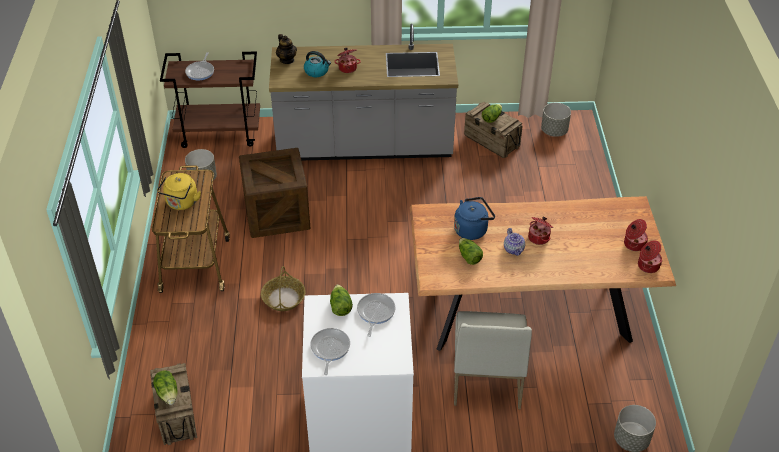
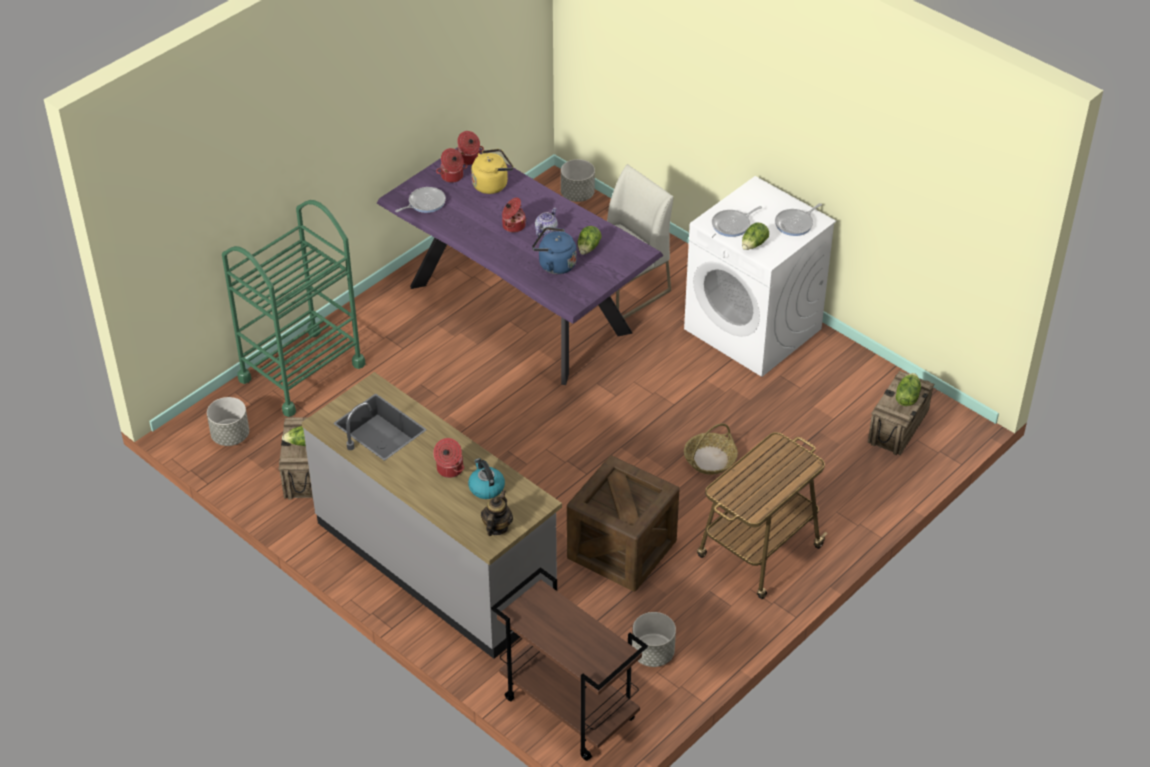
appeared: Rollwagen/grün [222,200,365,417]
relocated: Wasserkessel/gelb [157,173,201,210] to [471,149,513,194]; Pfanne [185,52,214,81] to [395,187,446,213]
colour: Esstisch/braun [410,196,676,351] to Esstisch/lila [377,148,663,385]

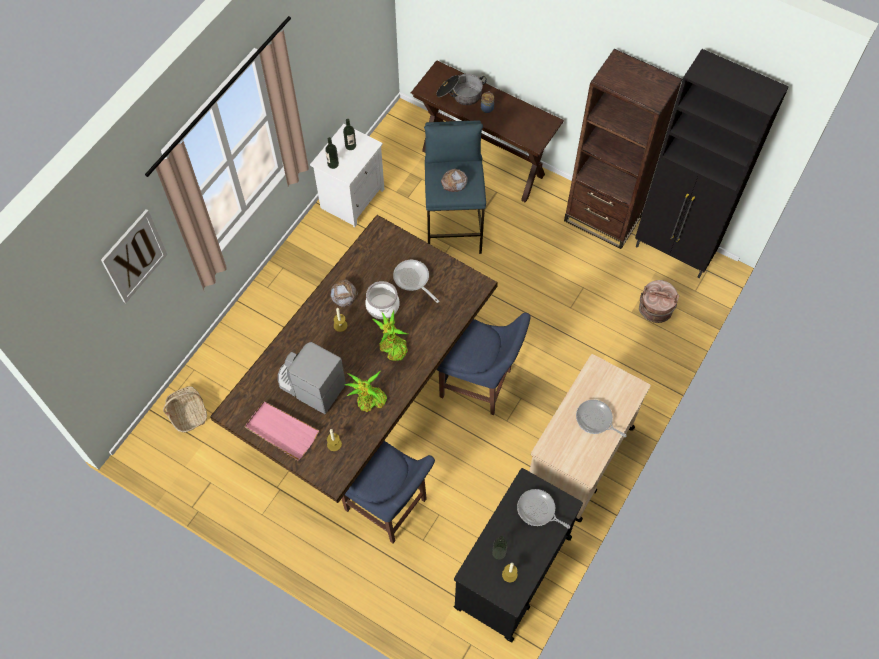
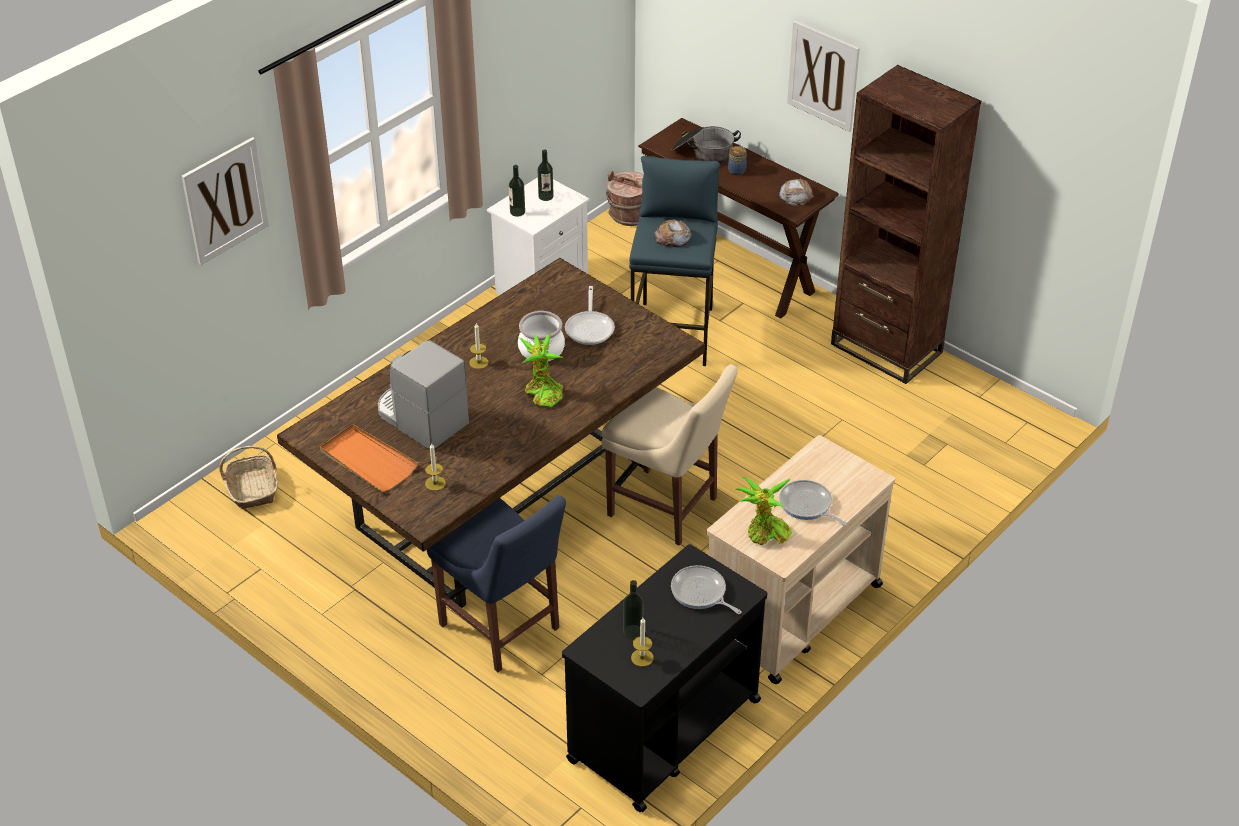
missing: Schrank/schwarz [635,49,789,278]
appeared: Bild [787,20,860,132]
relocated: Brot [330,279,358,307] to [779,178,814,206]; Topfpflanze [345,370,387,412] to [735,477,792,545]; Eimer/braun [639,280,679,323] to [606,171,644,226]
colour: Tablett/rosa [245,401,319,461] to Tablett/orange [320,424,418,492]; Stuhl/blau [437,313,531,415] to Stuhl/beige [602,365,738,546]
spun: Pfanne [393,260,439,303] = [565,286,615,345] 150 degrees counterclockwise

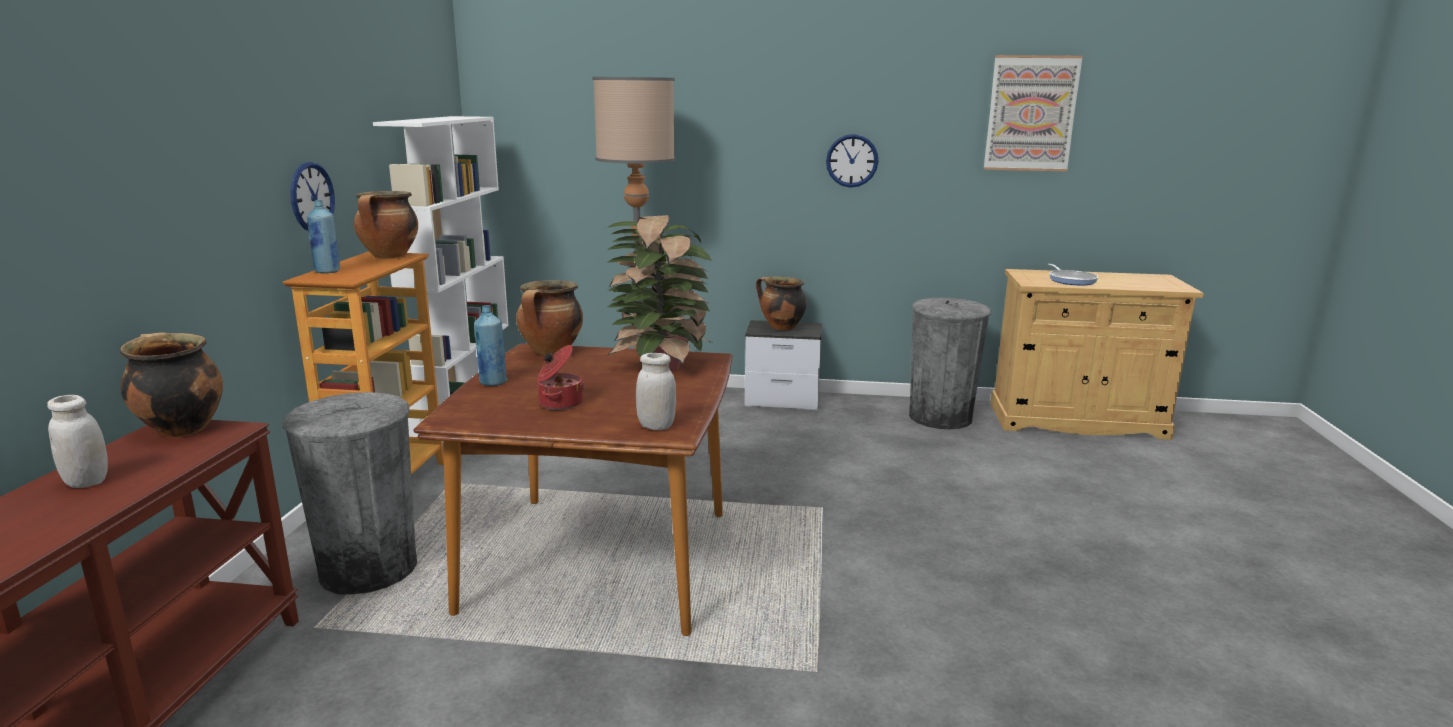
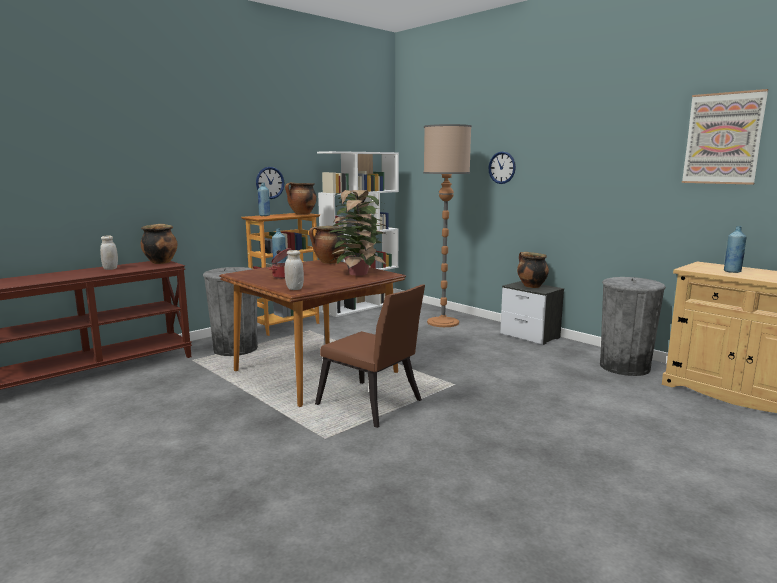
appeared: Stuhl/braun [315,284,425,428]
relocated: Wanduhr [826,134,879,188] to [489,151,516,184]
exchanged: Pfanne [1048,264,1098,285] to Flasche/blau [724,226,747,273]

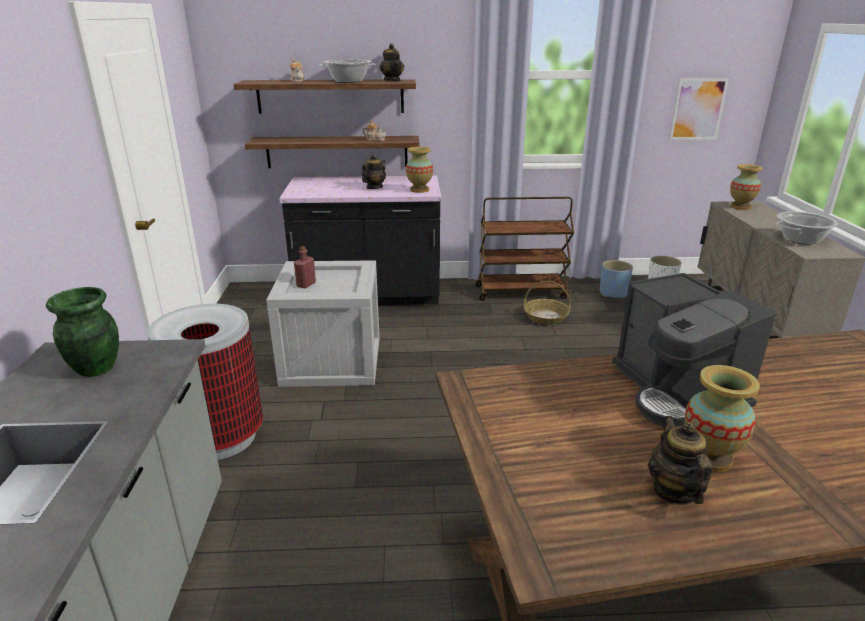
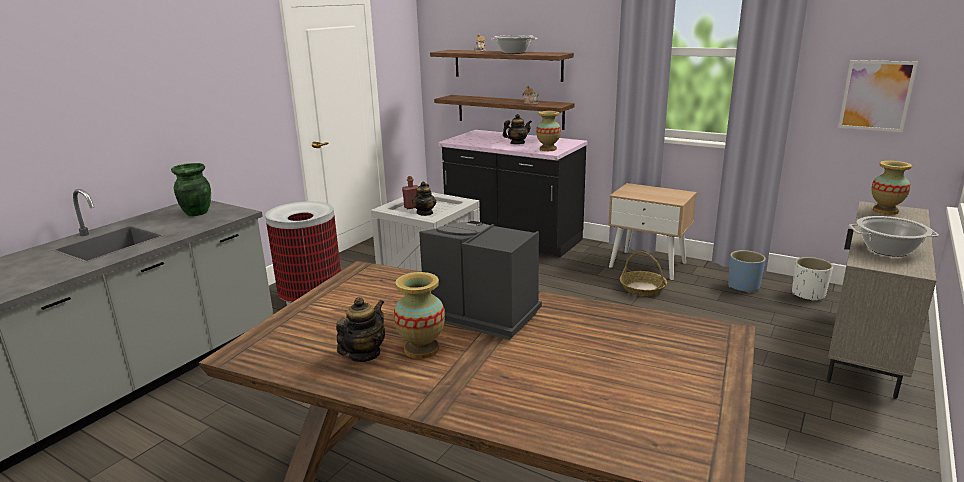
relocated: Teekanne [380,44,404,81] to [412,182,436,216]
exchanged: Rollwagen/braun [475,197,574,301] to Nachttisch/beige [608,183,697,280]
spun: Kaffeemaschine [612,273,776,427] = [419,221,542,340] 105 degrees clockwise

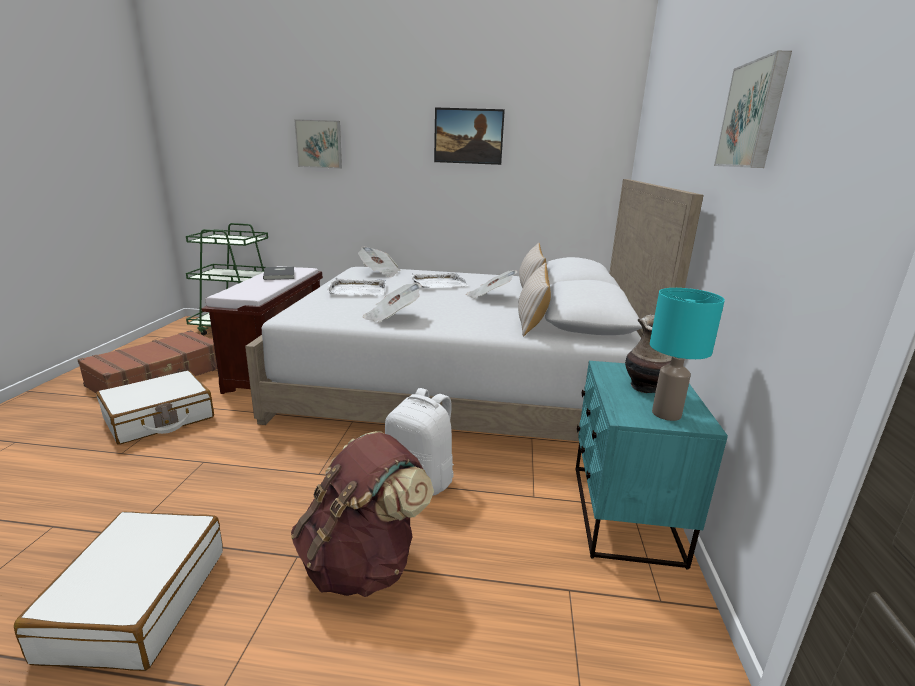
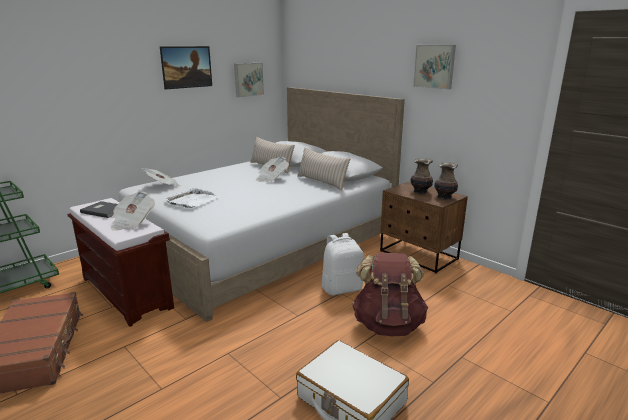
missing: Koffer/weiß [96,371,214,445]; Tablett/weiß [411,273,469,288]
relocated: Bild [294,119,342,169] to [234,63,264,97]; Zeitung [362,283,422,322] to [111,192,155,231]
exchanged: Tischlampe/türkis [650,288,725,421] to Vase [434,162,458,200]
colour: Nachttisch/türkis [576,361,728,570] to Nachttisch/braun [380,182,468,274]

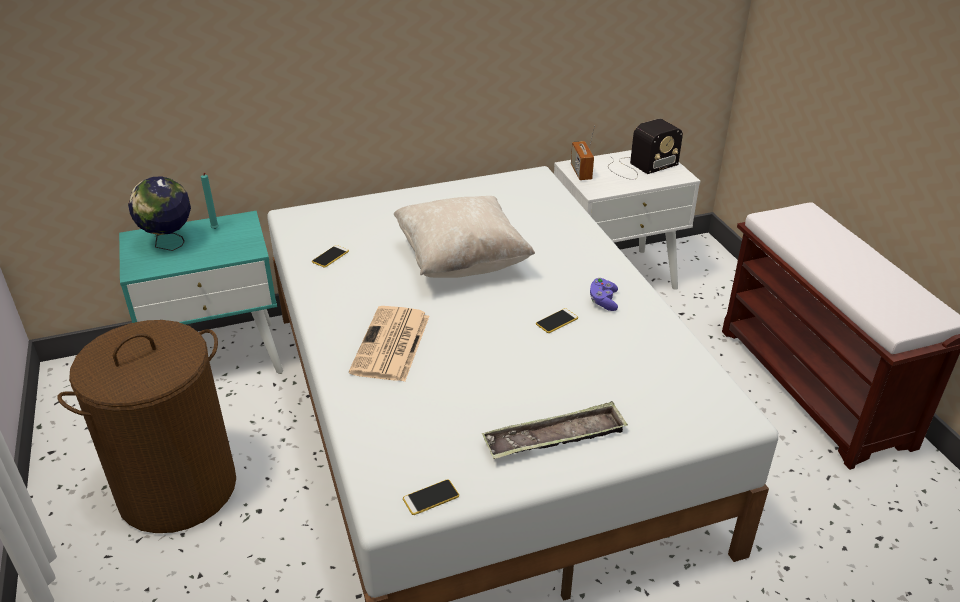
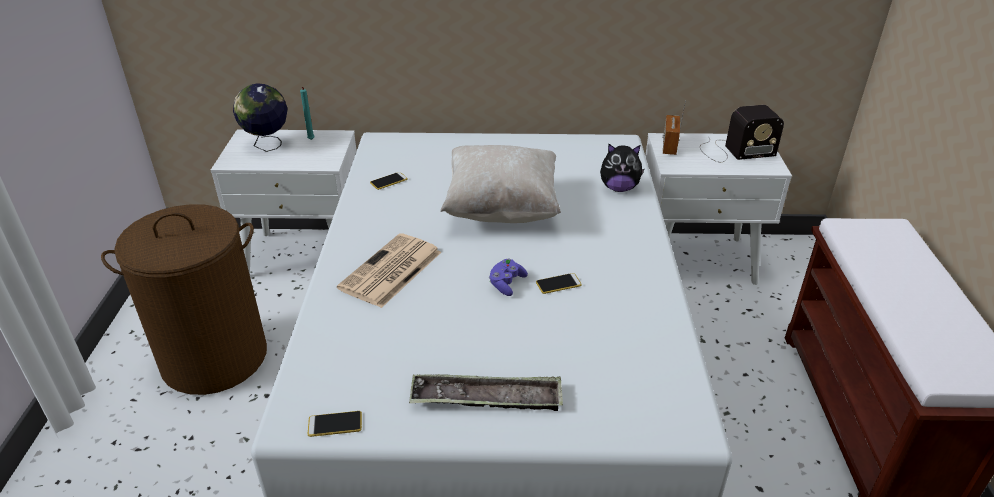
appeared: Plüschtier [600,144,645,192]
relocated: Gamepad/lila [590,278,618,311] to [489,259,528,296]
colour: Nachttisch/türkis [119,211,283,373] to Nachttisch/weiß [211,129,357,274]

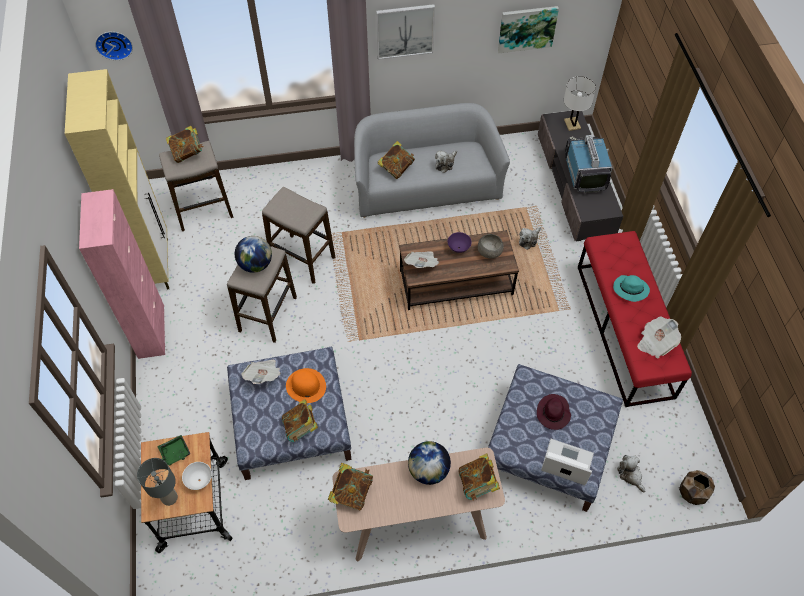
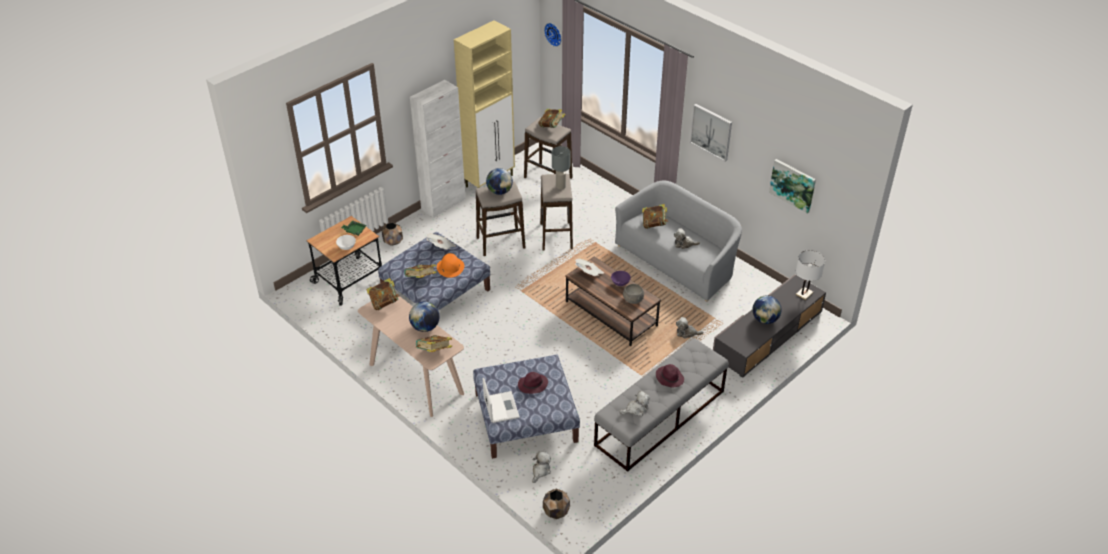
appeared: Pflanzkübel/braun [382,223,403,246]
relocated: Tischlampe/grau [137,458,178,506] to [552,146,571,190]
exchanged: Fernseher [565,135,612,193] to Globus [752,295,782,324]; Zeitung [637,316,681,358] to Plüschtier [620,391,650,416]
colour: Schrank/rosa [79,189,165,359] to Schrank/weiß [410,80,466,218]; Bank/rot [578,231,692,407] to Bank/grau [594,338,729,472]; Hut/türkis [613,275,650,302] to Hut/lila [656,364,684,387]

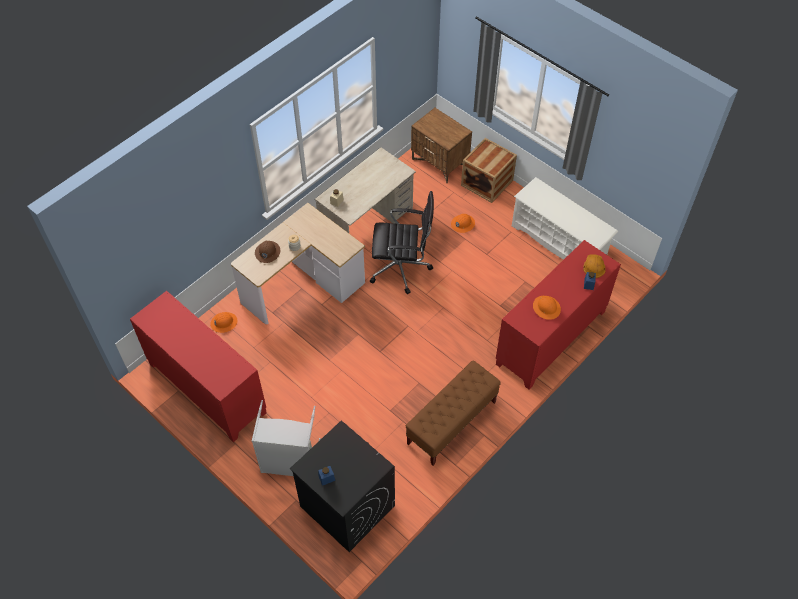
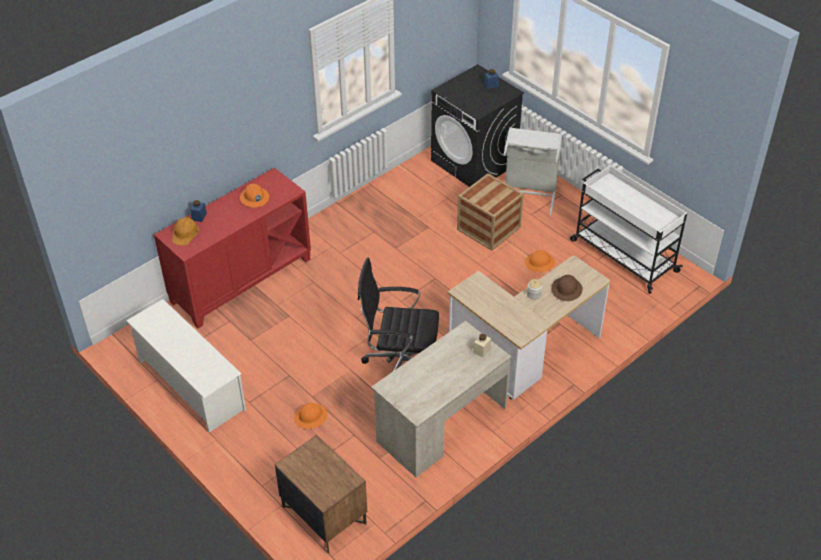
missing: Bank/braun [406,361,501,466]
relocated: Schutzhelm/orange [210,312,238,333] to [525,250,555,272]; Kiste [461,138,517,203] to [457,173,524,251]
exchanged: Schrank/rot [130,291,266,442] to Rollwagen/weiß [570,165,687,294]

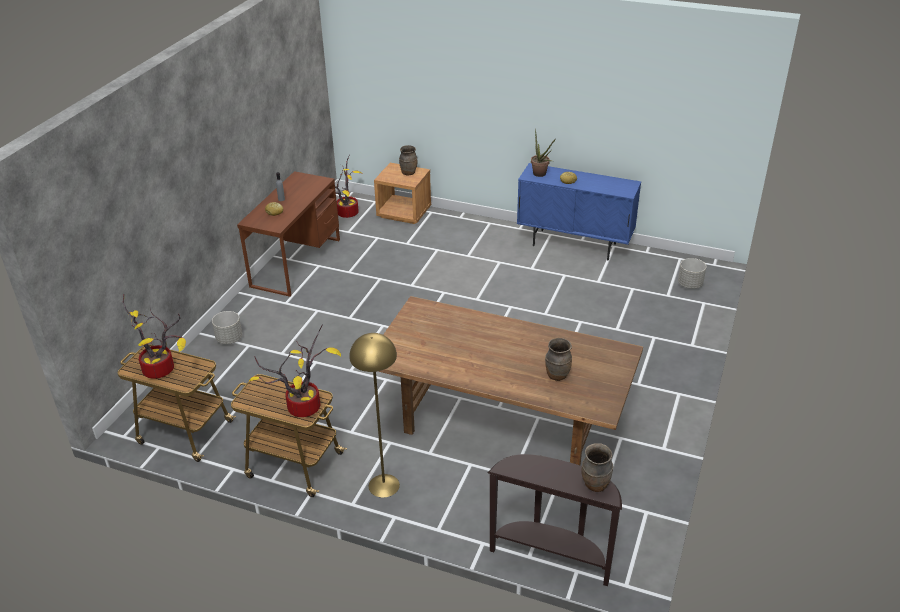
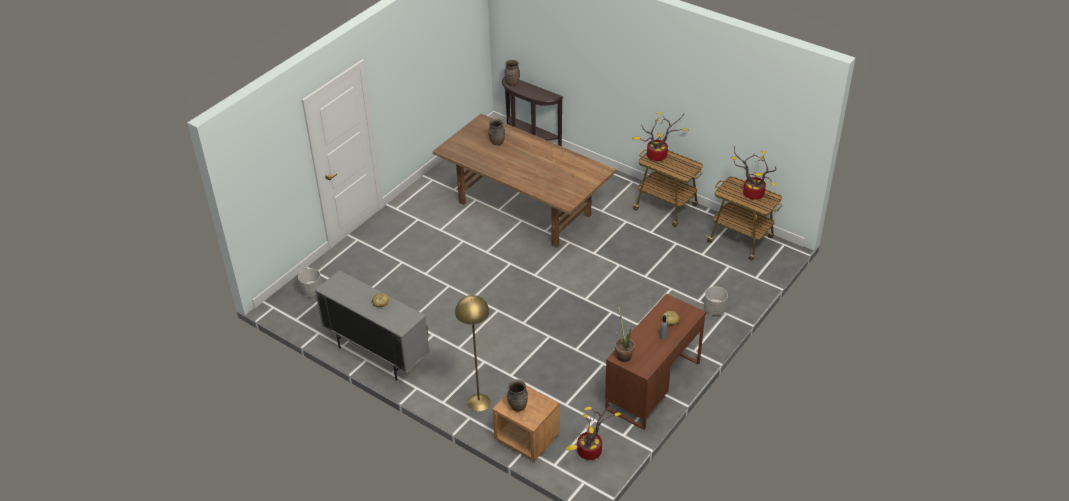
relocated: Stehlampe/gelb [349,333,400,498] to [455,295,491,411]; Topfpflanze [531,129,556,177] to [615,306,635,362]
colour: Schrank/blau [517,163,641,260] to Schrank/grau [315,270,430,381]

